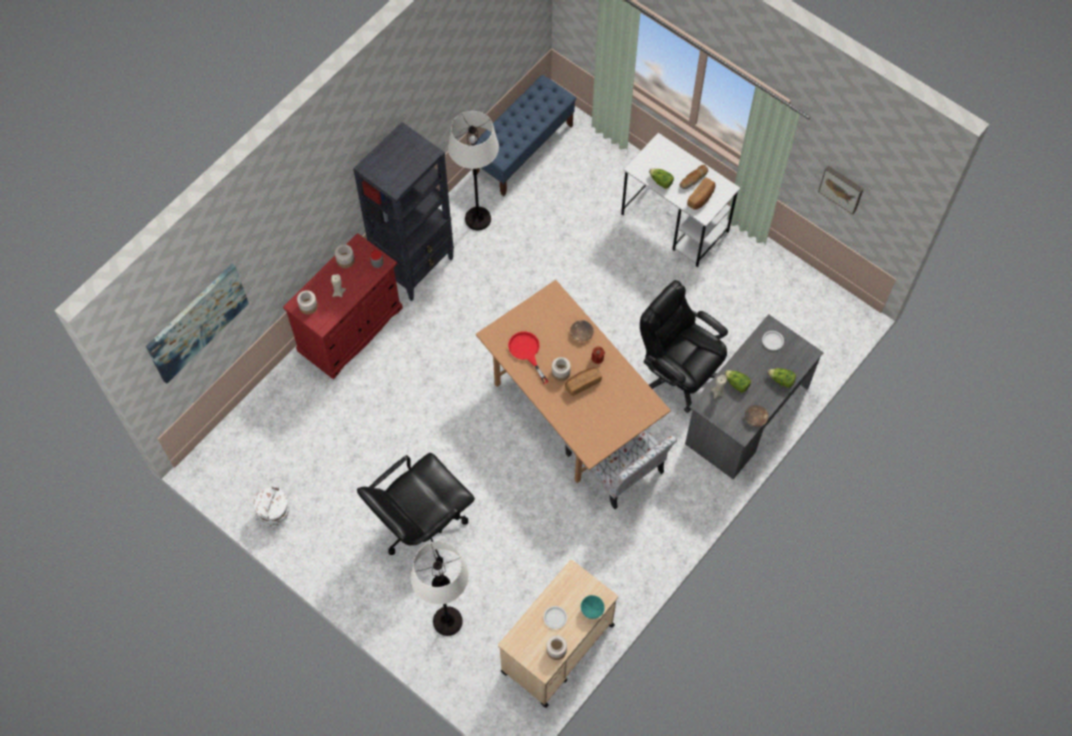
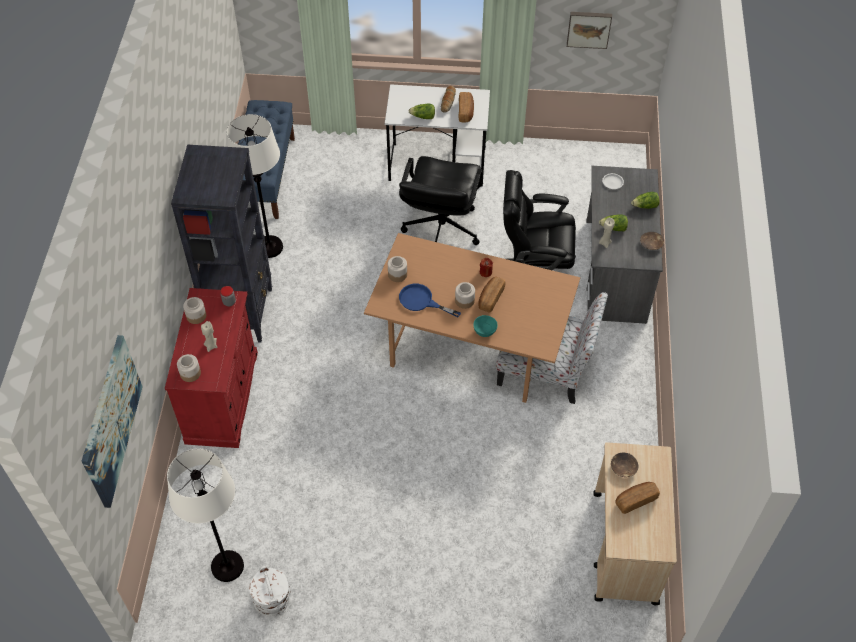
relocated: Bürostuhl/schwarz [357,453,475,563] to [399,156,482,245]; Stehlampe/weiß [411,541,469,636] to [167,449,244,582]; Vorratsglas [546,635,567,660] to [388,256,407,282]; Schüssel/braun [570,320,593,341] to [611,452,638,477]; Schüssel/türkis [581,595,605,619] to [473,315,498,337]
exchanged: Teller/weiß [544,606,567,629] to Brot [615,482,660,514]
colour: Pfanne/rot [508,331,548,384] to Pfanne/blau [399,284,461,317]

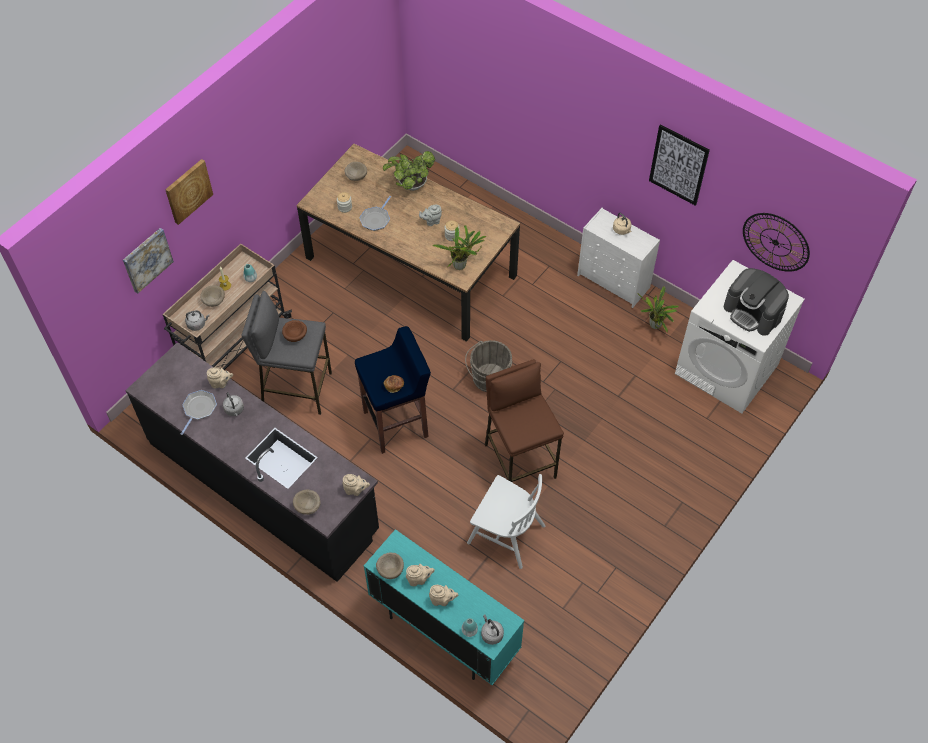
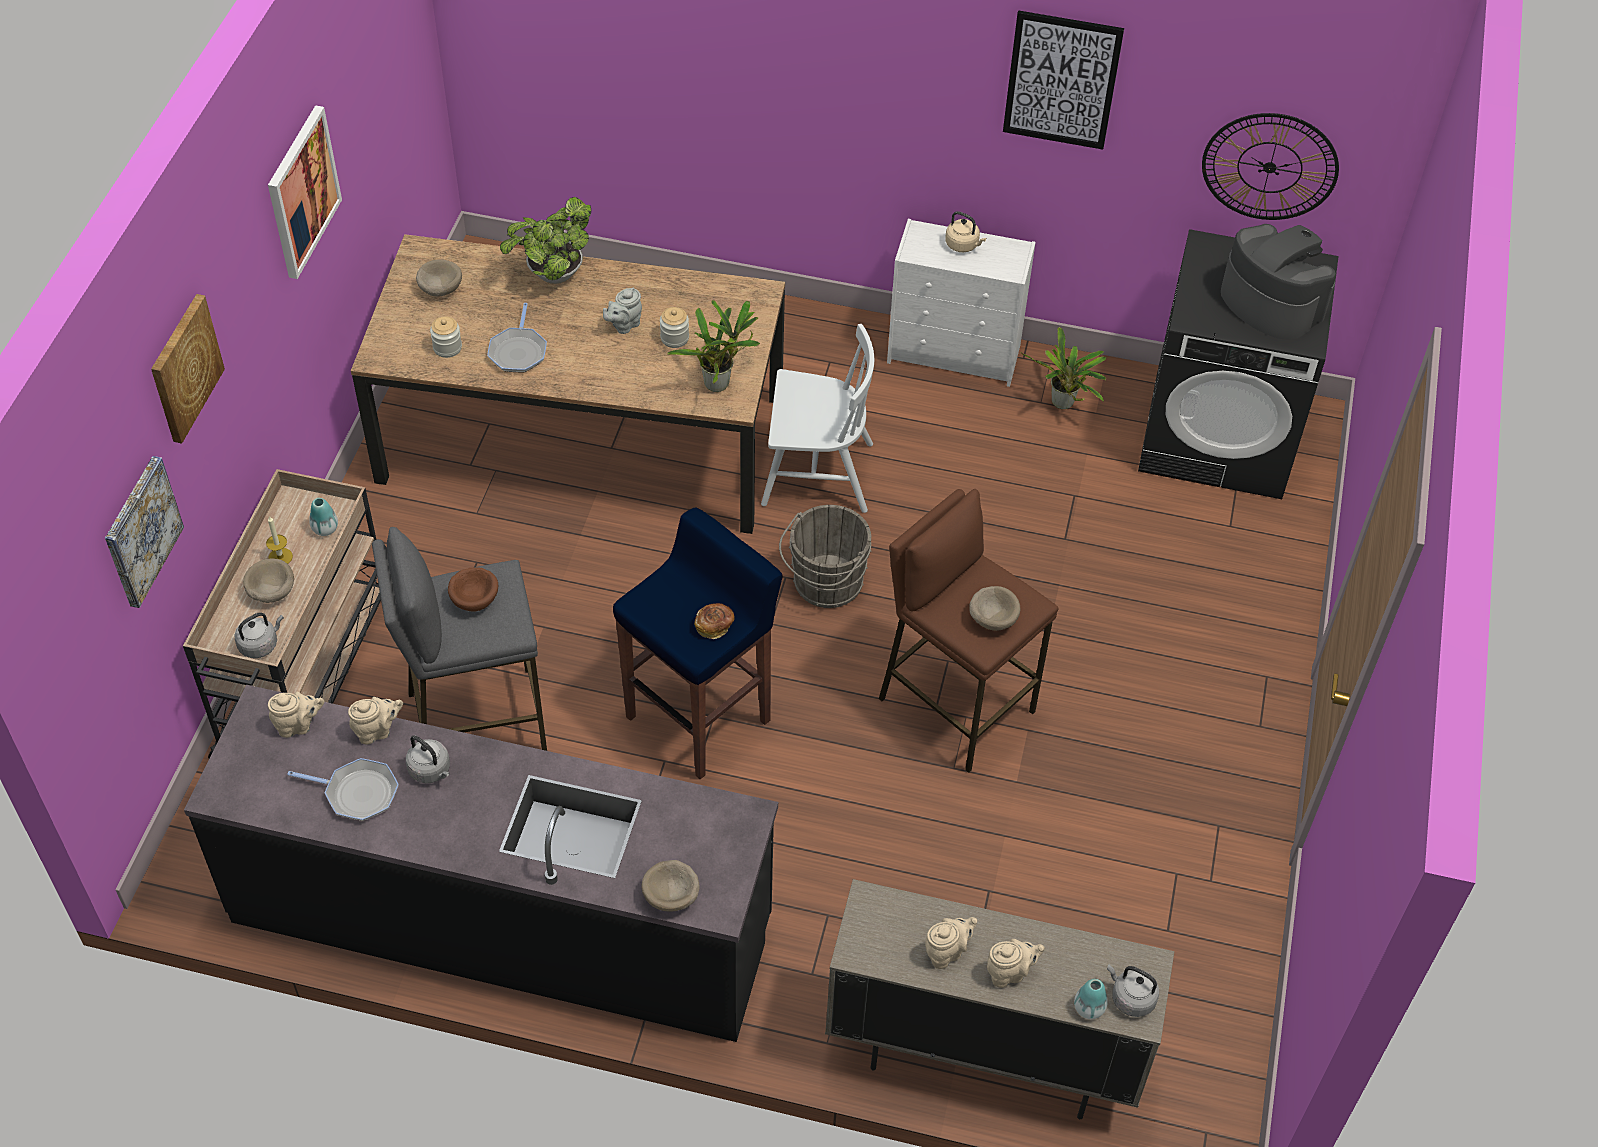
appeared: Bild [268,105,342,279]
relocated: Teekanne/beige [343,474,370,496] to [268,692,325,738]; Schüssel/beige [376,552,404,579] to [969,586,1020,631]; Stuhl/weiß [467,474,545,569] to [761,324,874,513]
colour: Schrank/türkis [364,529,524,685] to Schrank/beige [825,879,1174,1119]; Waschmaschine/weiß [675,260,805,413] to Waschmaschine/schwarz [1138,229,1339,499]
spun: Pfanne [181,390,217,435] = [287,758,399,821] 105 degrees clockwise; Kaffeemaschine [724,268,789,336] = [1221,224,1336,340] 150 degrees counterclockwise

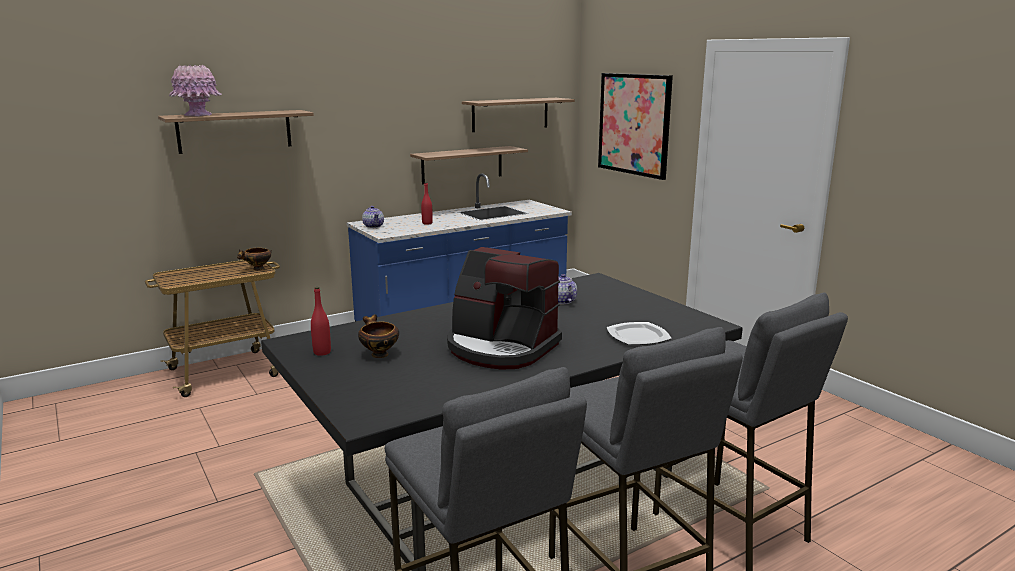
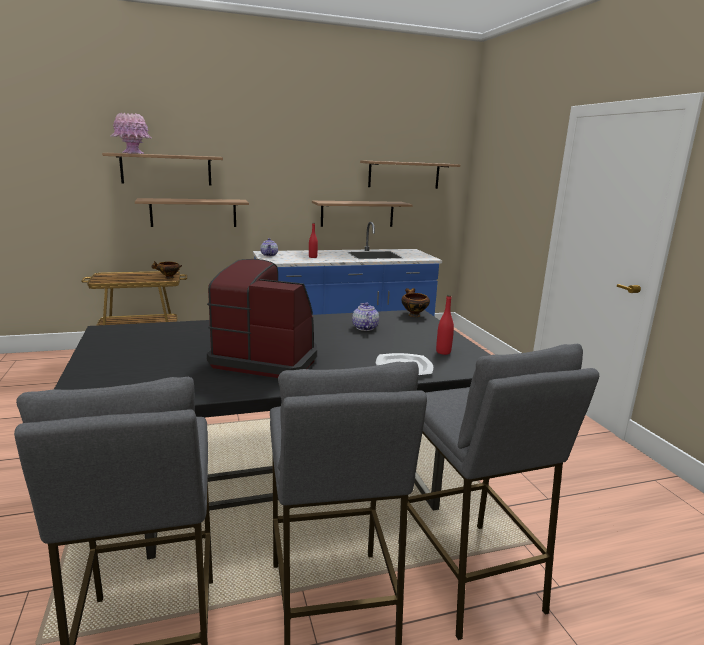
missing: Bild [598,73,673,180]
appeared: Wandregal [135,198,249,227]
relocated: Flasche/rot [311,287,331,356] to [436,295,454,355]; Schüssel [358,314,399,358] to [402,288,430,317]
spun: Kaffeemaschine [447,247,562,370] = [207,259,317,378] 150 degrees clockwise

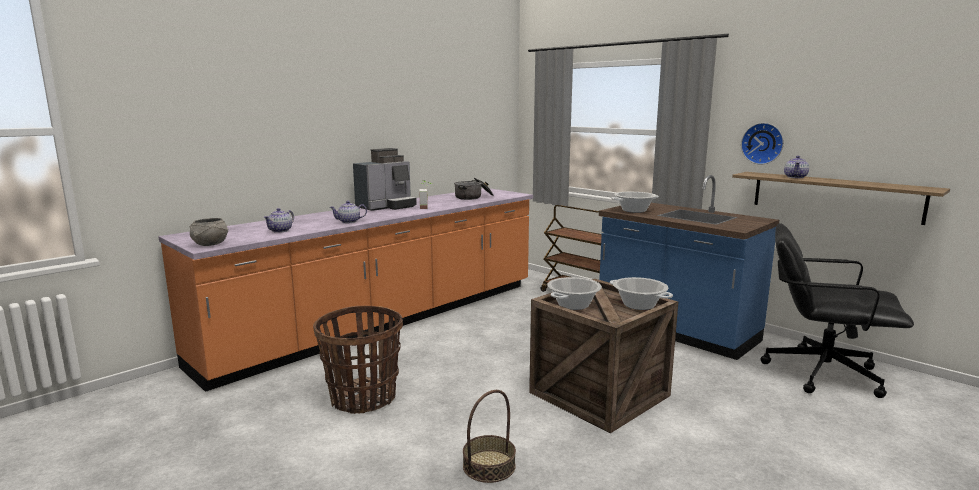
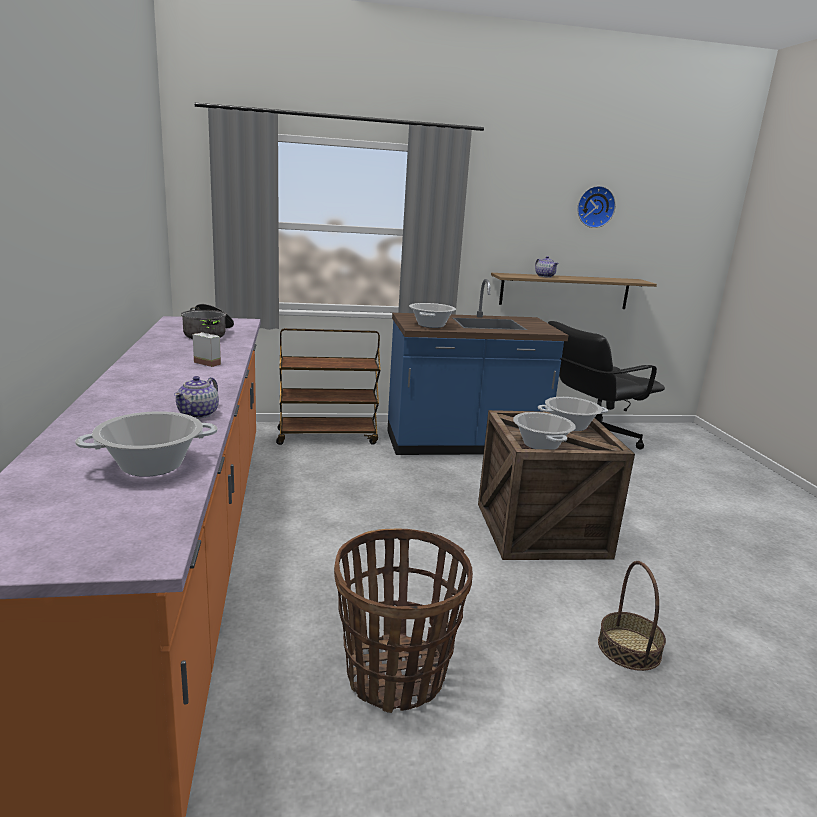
missing: Schüssel/grau [190,218,228,246]; Kaffeemaschine [353,148,417,211]
relocated: Wanduhr [741,123,784,165] to [577,186,616,228]
exchanged: Teekanne [264,208,294,233] to Kochtopf [75,411,217,477]

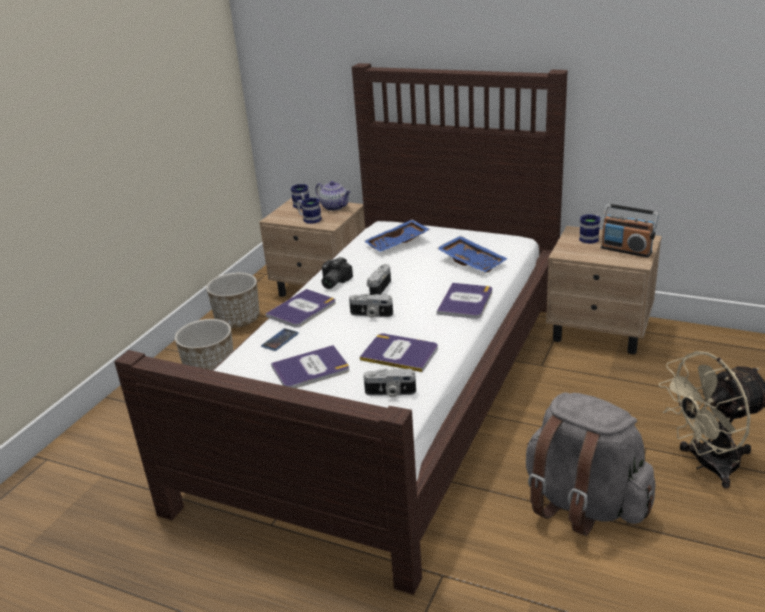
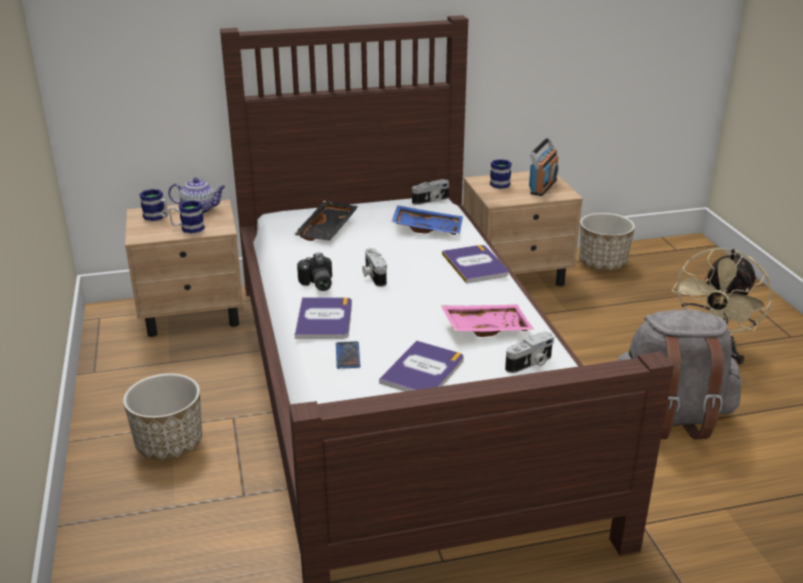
relocated: Pflanzkübel [206,273,260,328] to [579,213,635,271]; Kamera [349,293,393,318] to [412,179,449,205]
exchanged: Buch [360,334,438,372] to Tablett/rosa [441,304,534,337]
colour: Tablett/blau [364,219,430,252] to Tablett/schwarz [294,201,359,241]
spun: Radio [601,204,659,257] = [529,137,558,196] 60 degrees counterclockwise

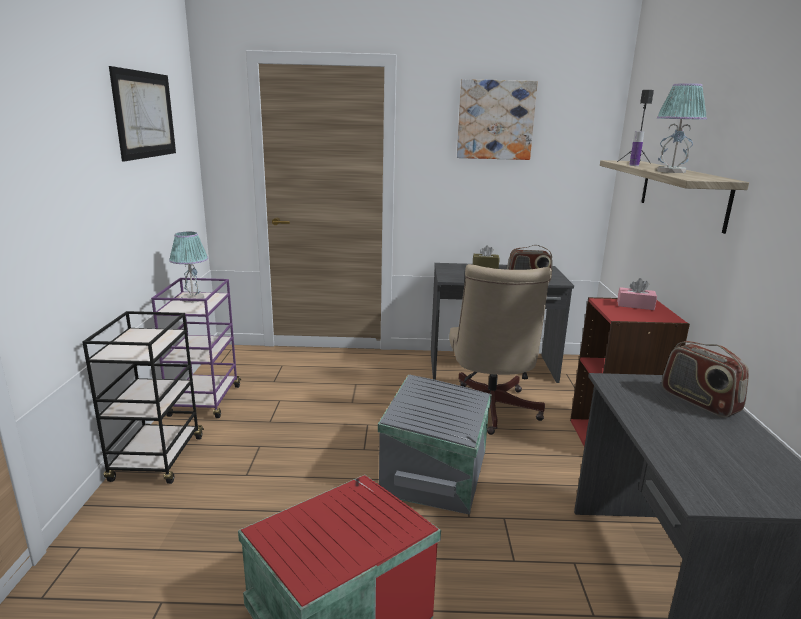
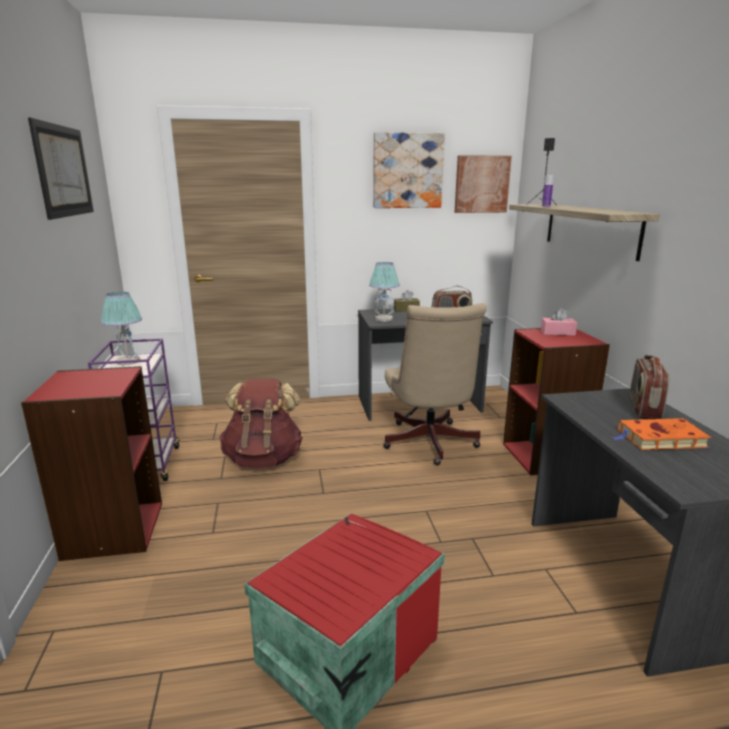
missing: Aufbewahrungsbox/grau [378,374,492,515]
appeared: Rucksack/braun [219,379,303,468]; Bild [455,155,512,213]; Buch/orange [613,418,711,450]
relocated: Tischlampe [657,83,707,173] to [369,262,400,322]
exchanged: Rollwagen/schwarz [82,311,204,484] to Bücherregal/rot [21,366,162,561]
spun: Radio [662,341,749,418] = [630,355,669,419] 60 degrees clockwise

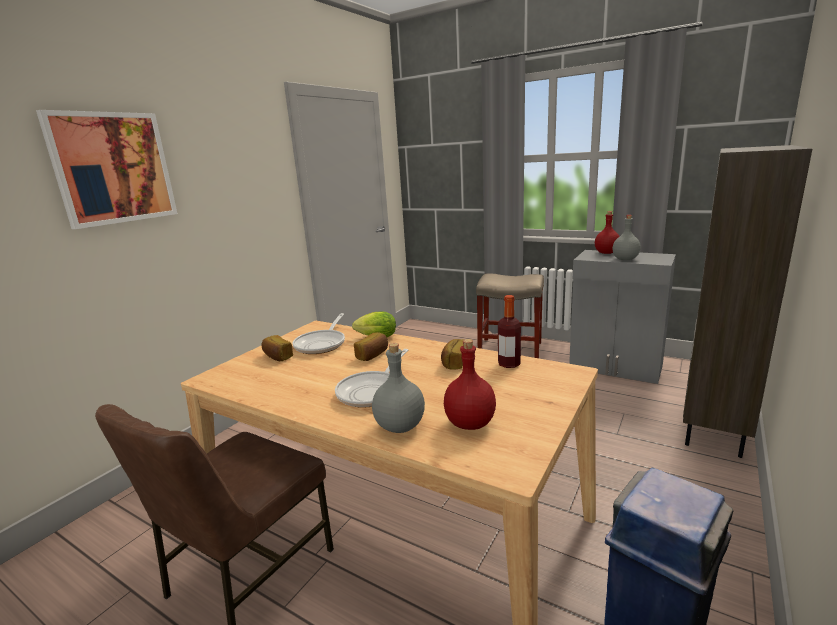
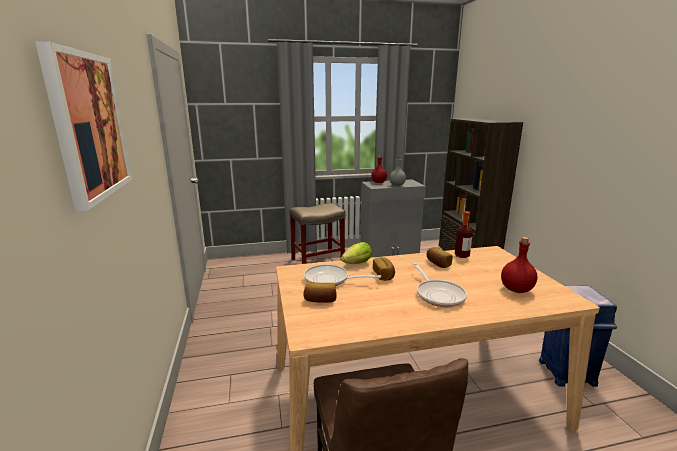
missing: Flasche/grau [372,343,425,433]
spun: Pfanne [293,313,345,354] = [304,264,381,286] 135 degrees clockwise

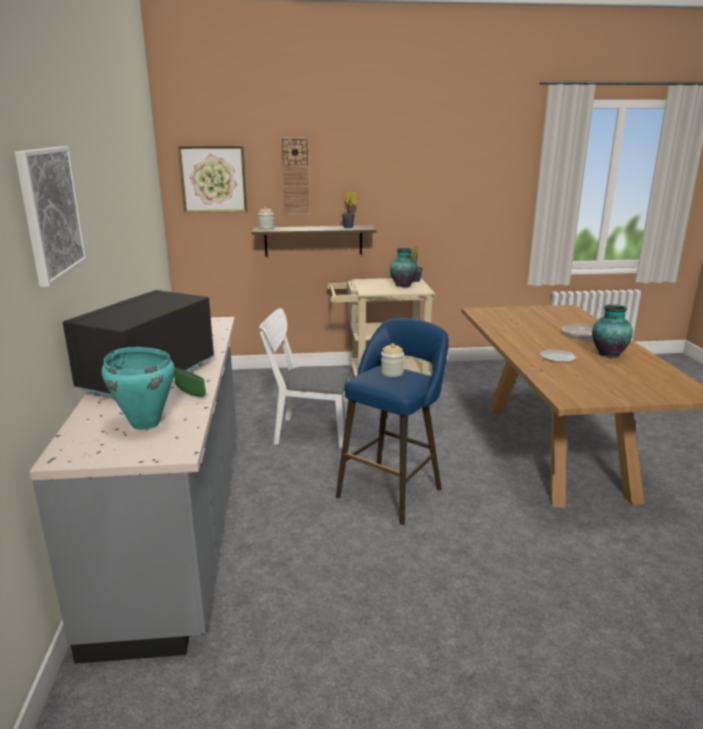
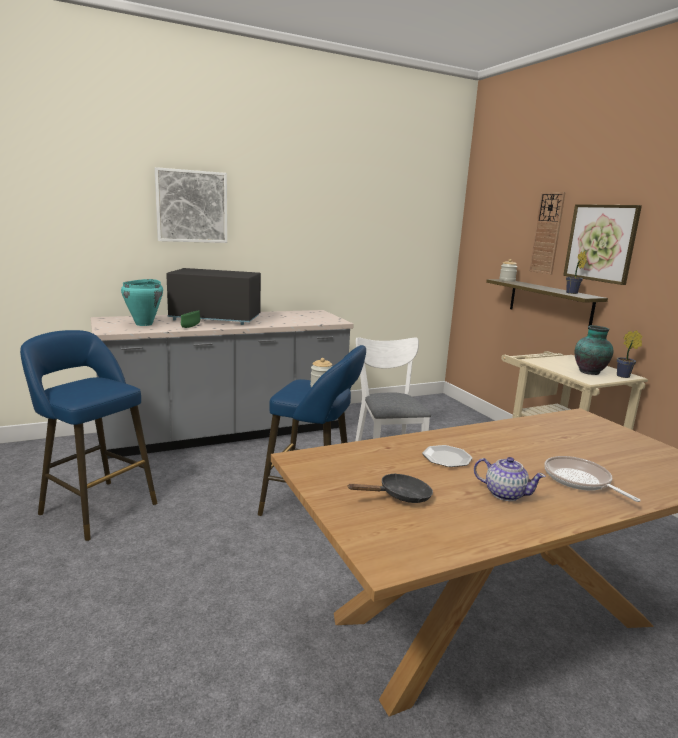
appeared: Hocker/blau [20,330,157,541]; Pfanne/schwarz [348,473,433,503]
relocated: Bild [178,146,247,213] to [563,204,642,285]
exchanged: Vase [592,304,633,358] to Teekanne [474,457,546,501]

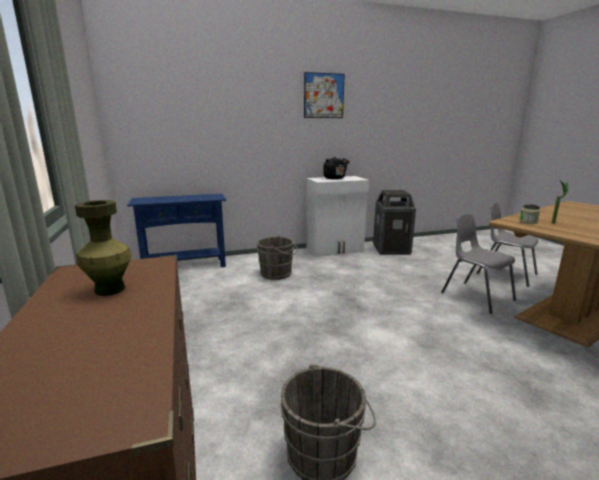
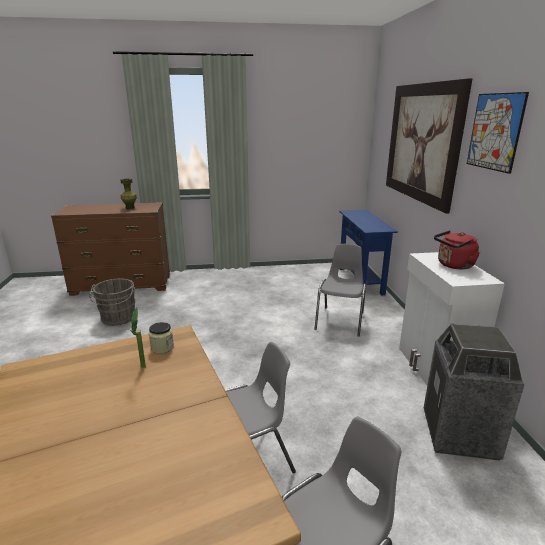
appeared: Bild [386,78,473,213]
exchanged: Eimer/grau [257,235,297,280] to Stuhl/grau [314,244,366,336]
colour: Wasserkessel/schwarz [323,157,350,179] to Wasserkessel/rot [434,230,480,269]

